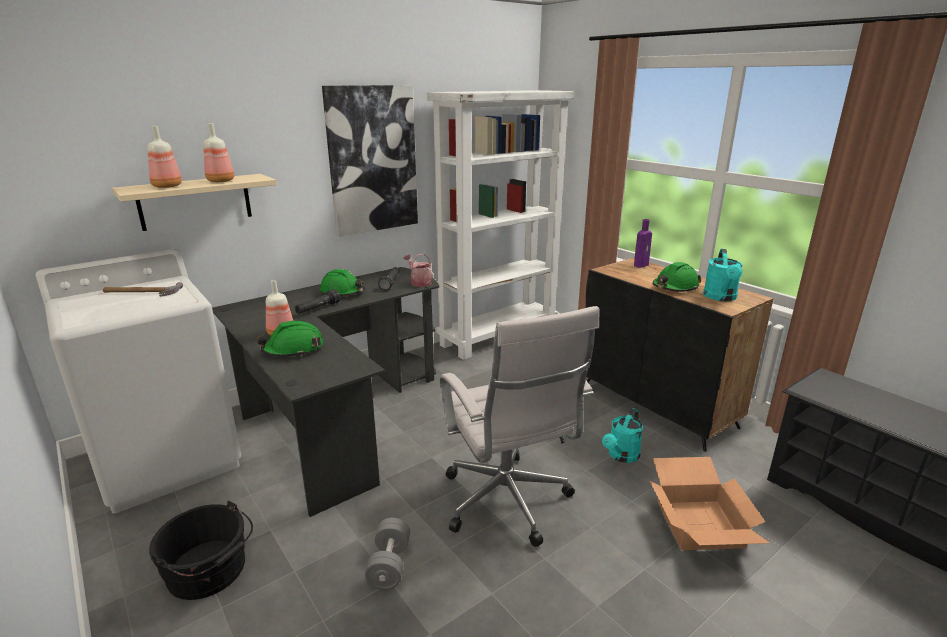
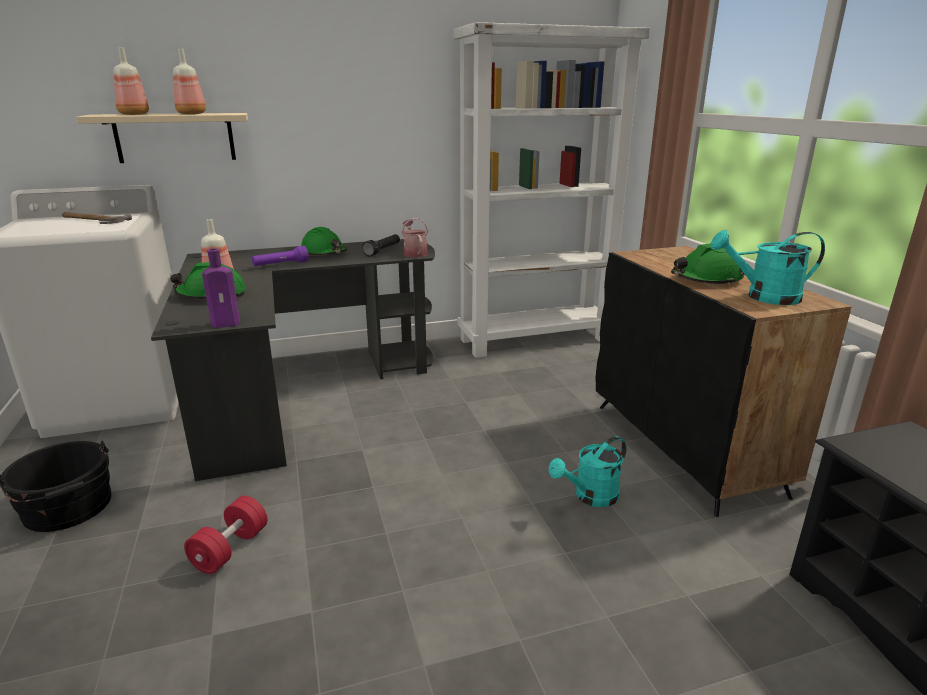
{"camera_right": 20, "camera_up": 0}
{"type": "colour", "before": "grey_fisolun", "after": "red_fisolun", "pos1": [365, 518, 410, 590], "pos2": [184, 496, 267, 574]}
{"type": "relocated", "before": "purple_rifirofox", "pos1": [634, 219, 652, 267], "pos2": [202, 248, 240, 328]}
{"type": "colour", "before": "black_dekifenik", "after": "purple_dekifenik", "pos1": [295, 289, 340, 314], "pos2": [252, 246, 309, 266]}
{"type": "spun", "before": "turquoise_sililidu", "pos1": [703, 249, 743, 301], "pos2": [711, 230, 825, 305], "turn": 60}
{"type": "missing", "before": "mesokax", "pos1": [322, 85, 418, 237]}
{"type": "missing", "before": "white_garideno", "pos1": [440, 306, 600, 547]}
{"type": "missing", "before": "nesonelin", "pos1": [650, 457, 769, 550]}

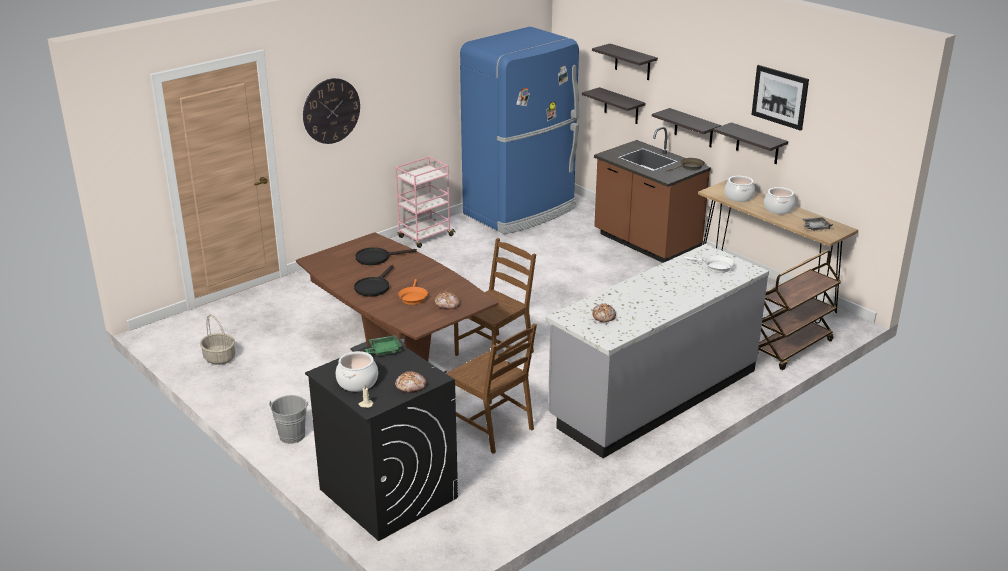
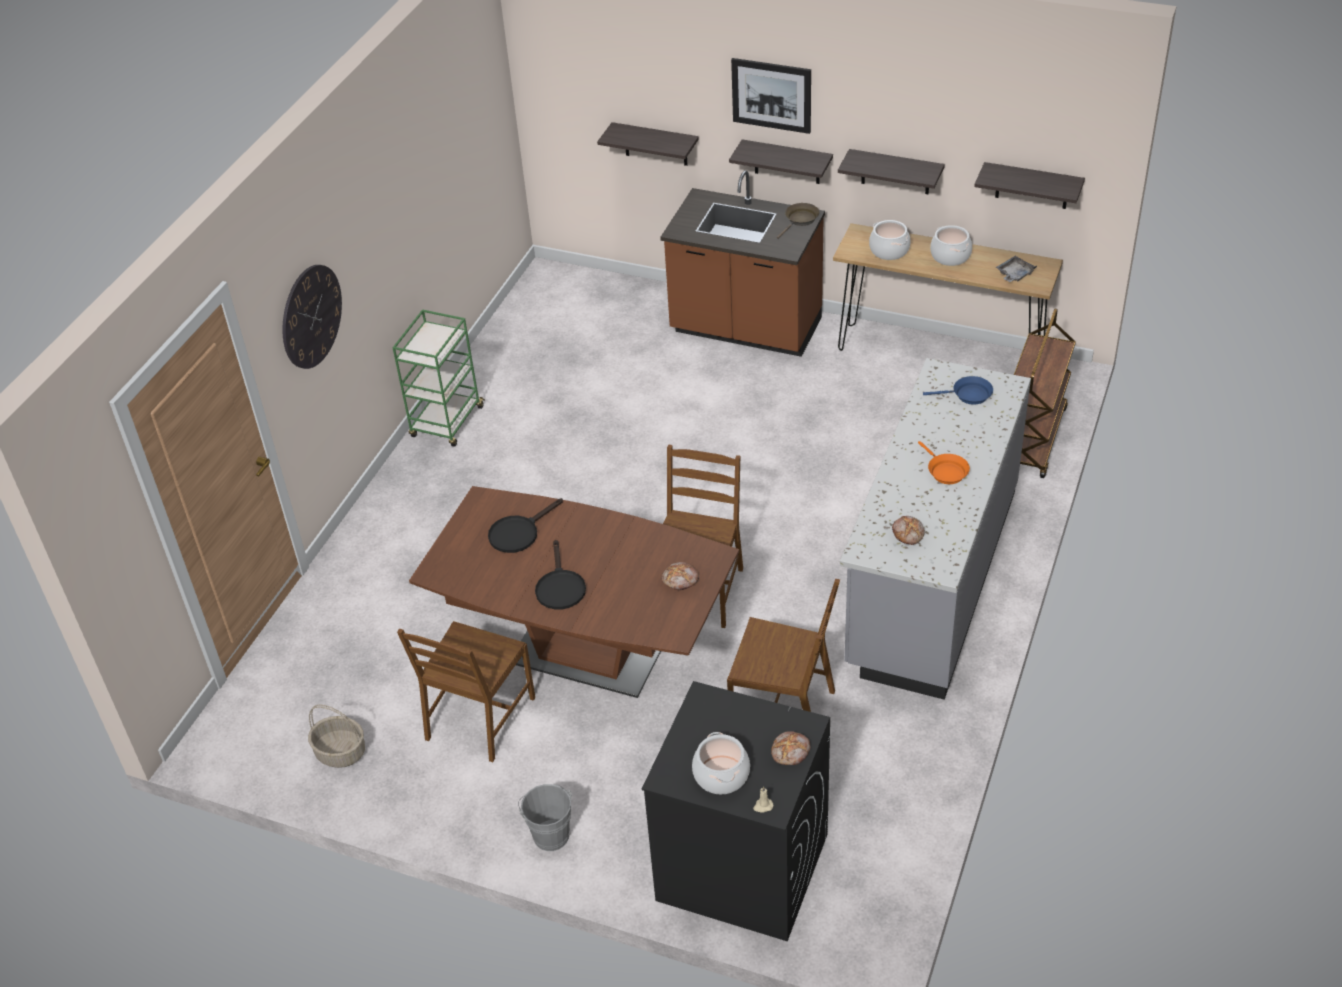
{"camera_right": -25, "camera_up": 15}
{"type": "colour", "before": "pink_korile", "after": "green_korile", "pos1": [395, 156, 455, 248], "pos2": [393, 309, 485, 447]}
{"type": "appeared", "after": "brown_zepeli", "pos2": [397, 621, 535, 762]}
{"type": "relocated", "before": "mesokax", "pos1": [751, 65, 809, 131], "pos2": [731, 58, 811, 134]}
{"type": "relocated", "before": "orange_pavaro", "pos1": [398, 279, 428, 305], "pos2": [918, 441, 970, 484]}
{"type": "colour", "before": "white_pavaro", "after": "blue_pavaro", "pos1": [684, 256, 734, 273], "pos2": [923, 376, 993, 405]}
{"type": "relocated", "before": "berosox", "pos1": [592, 44, 658, 80], "pos2": [974, 162, 1085, 209]}
{"type": "missing", "before": "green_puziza", "pos1": [365, 335, 403, 356]}
{"type": "missing", "before": "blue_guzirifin", "pos1": [460, 27, 579, 234]}

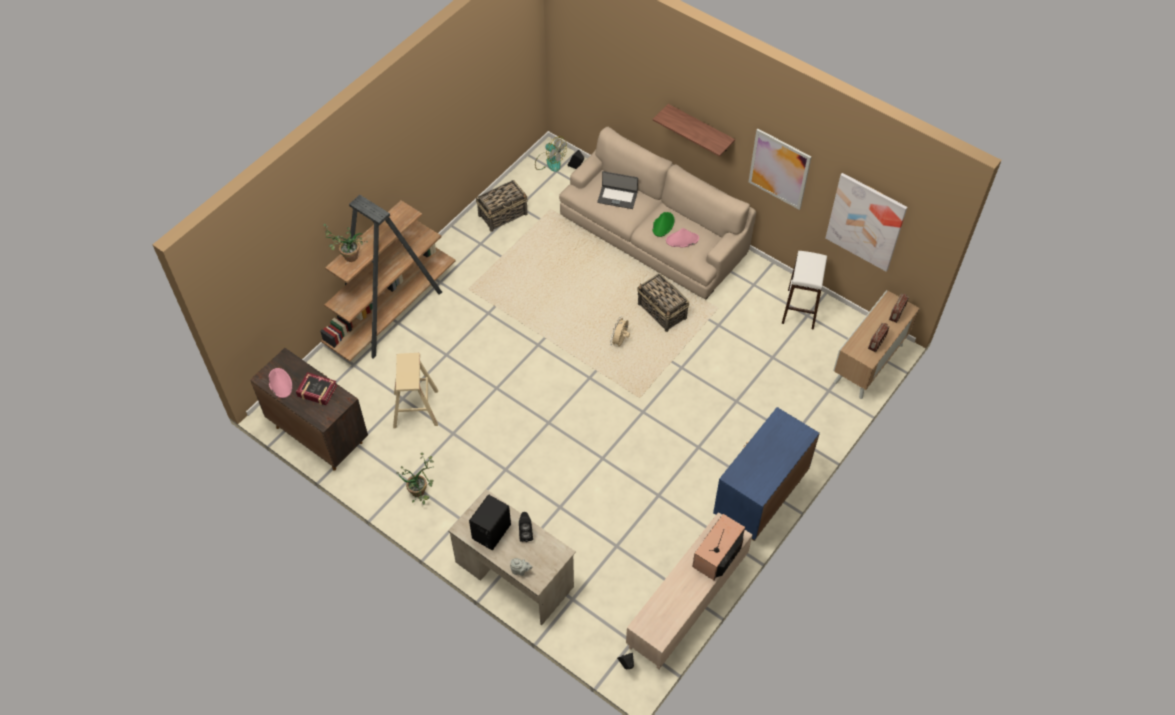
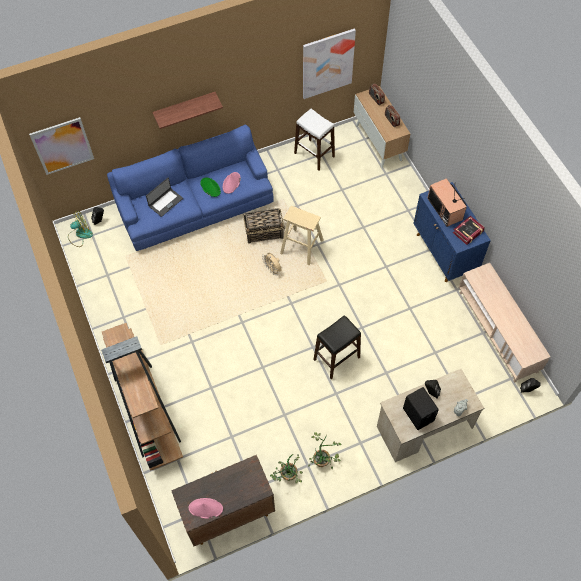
{"camera_right": -60, "camera_up": 5}
{"type": "relocated", "before": "mesokax", "pos1": [749, 129, 811, 210], "pos2": [29, 117, 94, 175]}
{"type": "colour", "before": "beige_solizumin", "after": "blue_solizumin", "pos1": [559, 127, 756, 300], "pos2": [107, 125, 274, 251]}
{"type": "relocated", "before": "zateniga", "pos1": [323, 224, 368, 262], "pos2": [270, 454, 303, 483]}
{"type": "relocated", "before": "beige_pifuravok", "pos1": [393, 353, 438, 428], "pos2": [280, 206, 323, 266]}
{"type": "appeared", "after": "black_pifuravok", "pos2": [313, 315, 361, 379]}
{"type": "relocated", "before": "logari", "pos1": [692, 514, 745, 580], "pos2": [428, 178, 467, 227]}
{"type": "relocated", "before": "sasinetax", "pos1": [296, 372, 337, 406], "pos2": [453, 216, 485, 245]}
{"type": "missing", "before": "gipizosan", "pos1": [476, 180, 528, 232]}

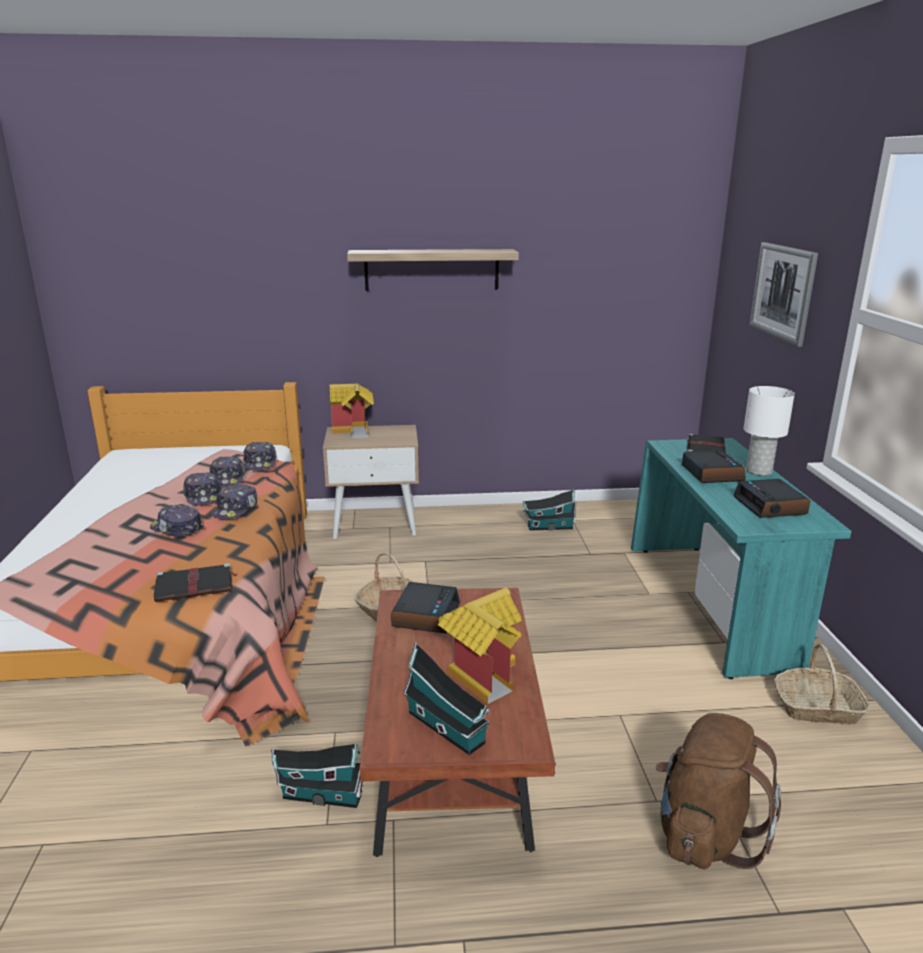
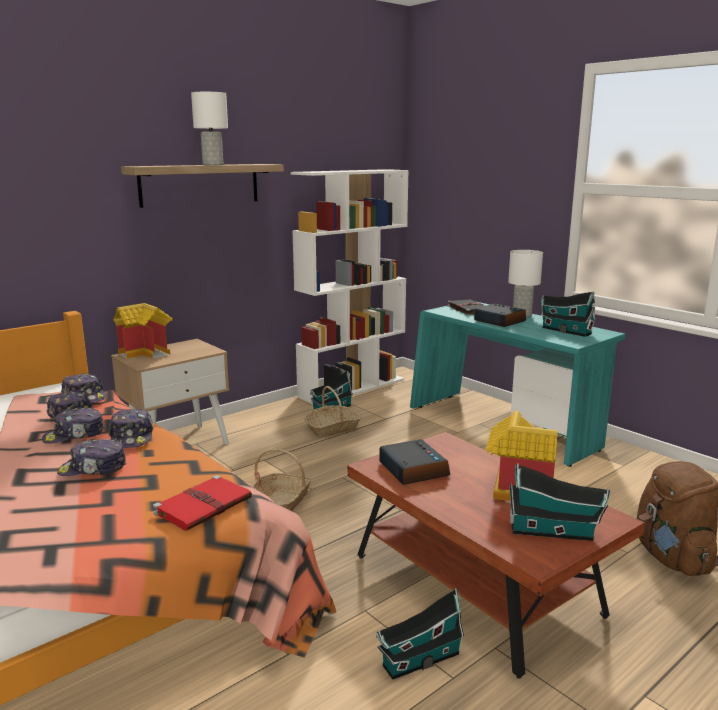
{"camera_right": -35, "camera_up": -5}
{"type": "spun", "before": "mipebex", "pos1": [183, 472, 222, 506], "pos2": [42, 408, 105, 444], "turn": 120}
{"type": "colour", "before": "black_sasinetax", "after": "red_sasinetax", "pos1": [154, 563, 238, 602], "pos2": [153, 475, 252, 531]}
{"type": "appeared", "after": "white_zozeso", "pos2": [191, 92, 228, 165]}
{"type": "appeared", "after": "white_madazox", "pos2": [291, 169, 409, 404]}
{"type": "relocated", "before": "gipizosan", "pos1": [773, 644, 870, 725], "pos2": [304, 386, 361, 437]}
{"type": "exchanged", "before": "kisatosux", "after": "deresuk", "pos1": [734, 479, 810, 518], "pos2": [541, 291, 596, 337]}
{"type": "missing", "before": "mesokax", "pos1": [750, 242, 818, 347]}

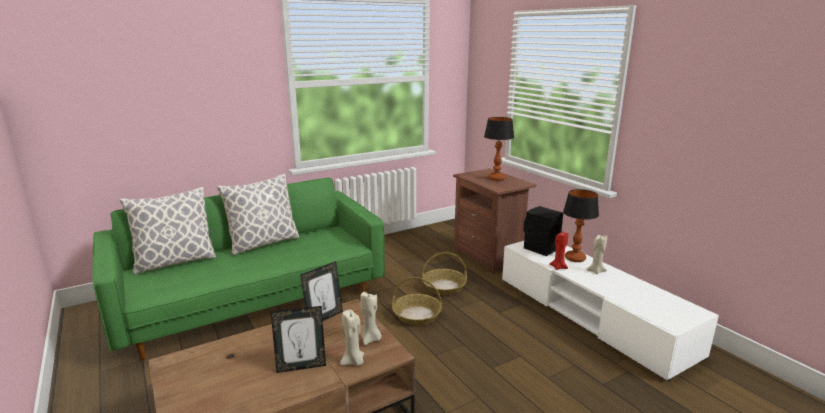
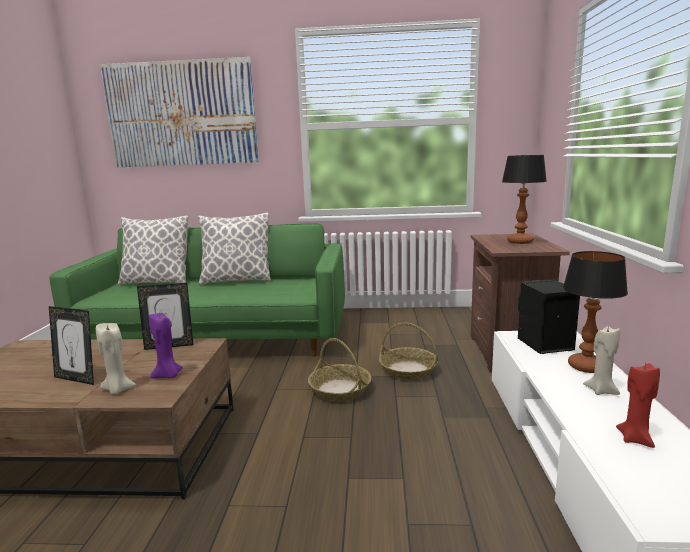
{"camera_right": 35, "camera_up": -5}
{"type": "appeared", "after": "mesokax", "pos2": [100, 57, 259, 167]}
{"type": "colour", "before": "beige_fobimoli", "after": "purple_fobimoli", "pos1": [360, 292, 382, 345], "pos2": [149, 313, 183, 378]}
{"type": "relocated", "before": "red_fobimoli", "pos1": [549, 231, 568, 270], "pos2": [616, 362, 660, 448]}

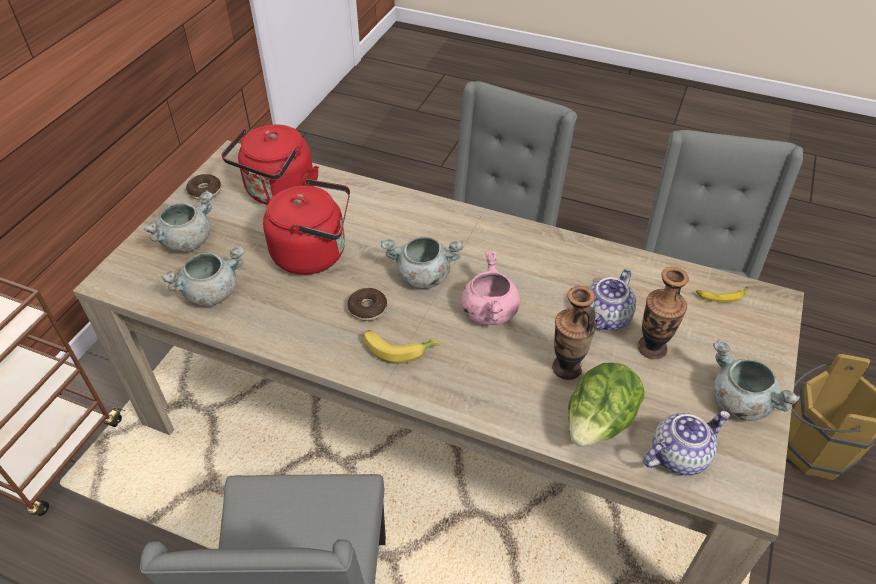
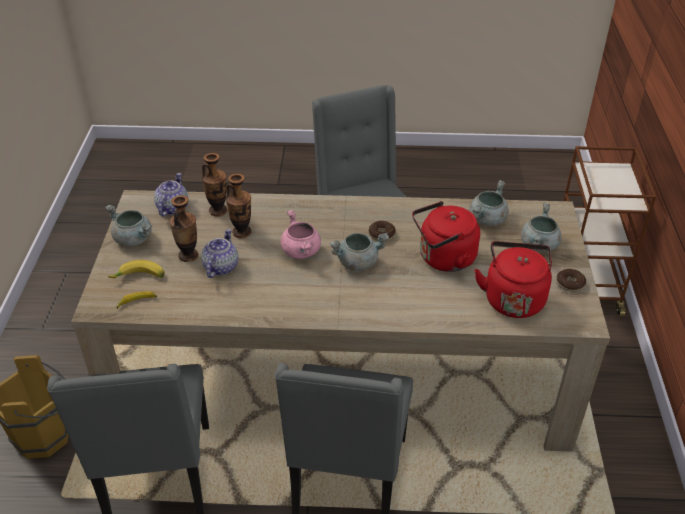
{"camera_right": 160, "camera_up": -5}
{"type": "relocated", "before": "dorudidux", "pos1": [363, 330, 441, 364], "pos2": [108, 260, 165, 278]}
{"type": "spun", "before": "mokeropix", "pos1": [643, 411, 730, 475], "pos2": [154, 173, 188, 216], "turn": 150}
{"type": "exchanged", "before": "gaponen", "after": "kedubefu", "pos1": [568, 363, 645, 447], "pos2": [202, 153, 227, 217]}

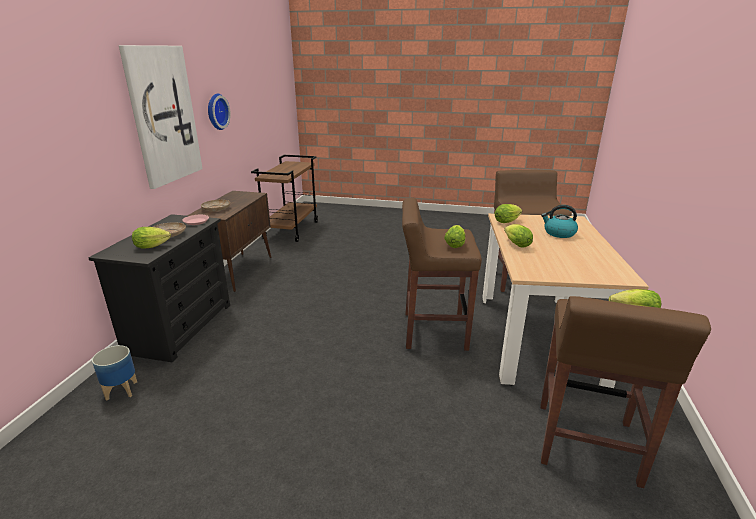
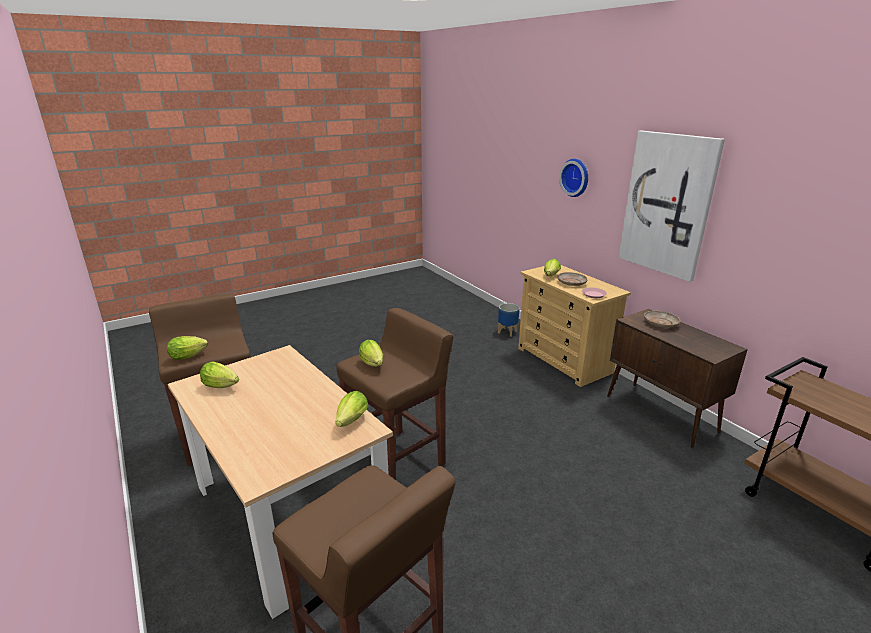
{"camera_right": 135, "camera_up": 0}
{"type": "relocated", "before": "gaponen", "pos1": [504, 224, 533, 247], "pos2": [200, 362, 239, 388]}
{"type": "colour", "before": "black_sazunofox", "after": "beige_sazunofox", "pos1": [89, 214, 230, 362], "pos2": [518, 265, 631, 387]}
{"type": "relocated", "before": "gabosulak", "pos1": [208, 93, 231, 130], "pos2": [559, 159, 588, 197]}
{"type": "missing", "before": "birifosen", "pos1": [541, 205, 578, 238]}

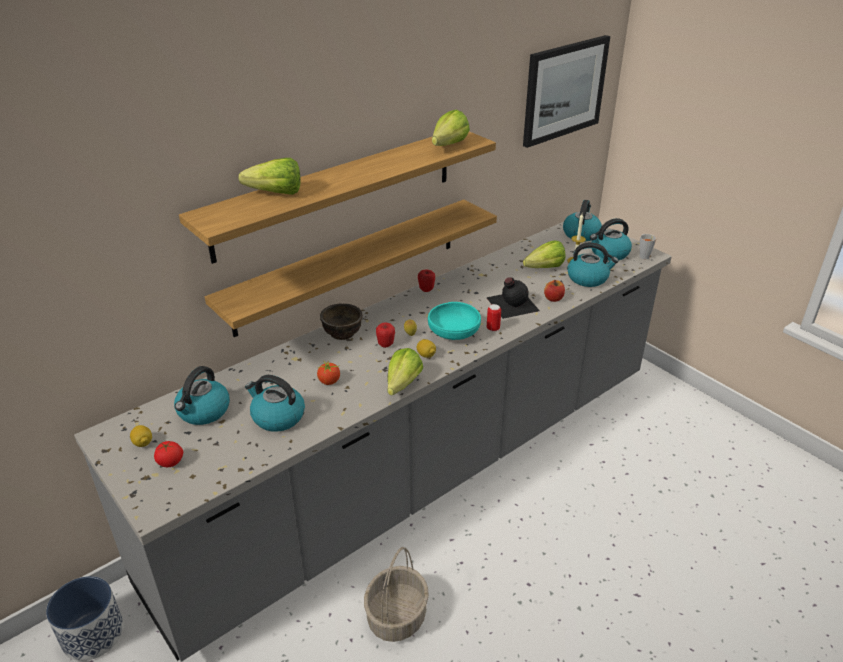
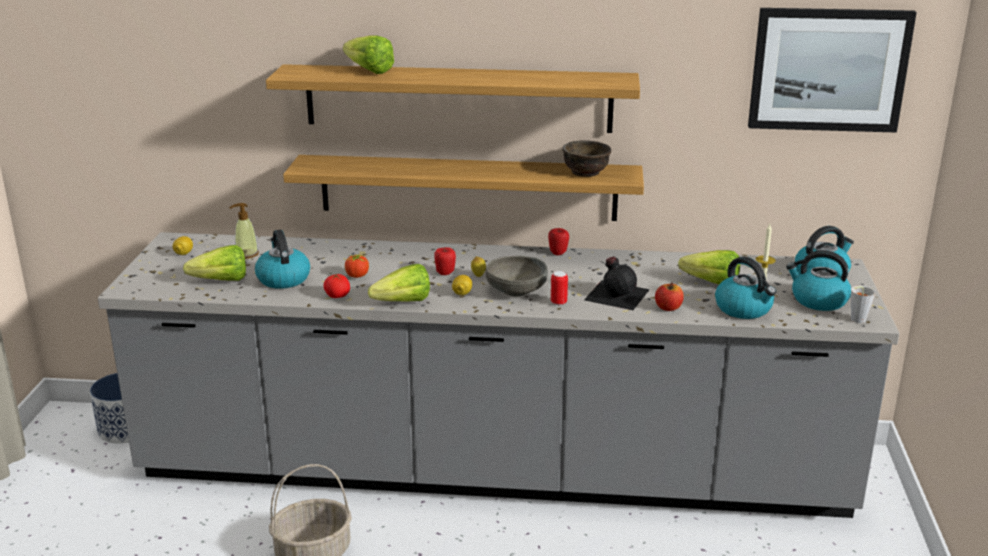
{"camera_right": 45, "camera_up": -10}
{"type": "relocated", "before": "gaponen", "pos1": [432, 110, 470, 146], "pos2": [183, 245, 246, 281]}
{"type": "exchanged", "before": "birifosen", "after": "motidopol", "pos1": [174, 366, 230, 425], "pos2": [229, 203, 259, 259]}
{"type": "relocated", "before": "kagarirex", "pos1": [154, 441, 183, 467], "pos2": [323, 273, 350, 298]}
{"type": "colour", "before": "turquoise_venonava", "after": "grey_venonava", "pos1": [428, 302, 481, 340], "pos2": [486, 256, 548, 296]}
{"type": "relocated", "before": "brown_venonava", "pos1": [320, 304, 363, 340], "pos2": [563, 141, 611, 177]}

